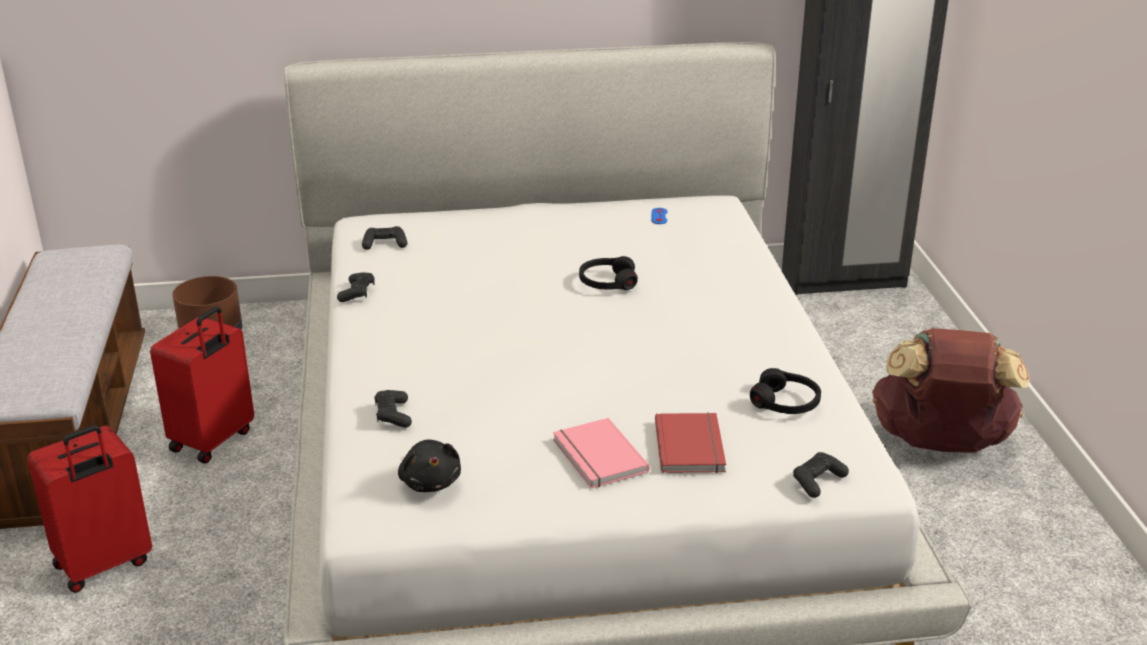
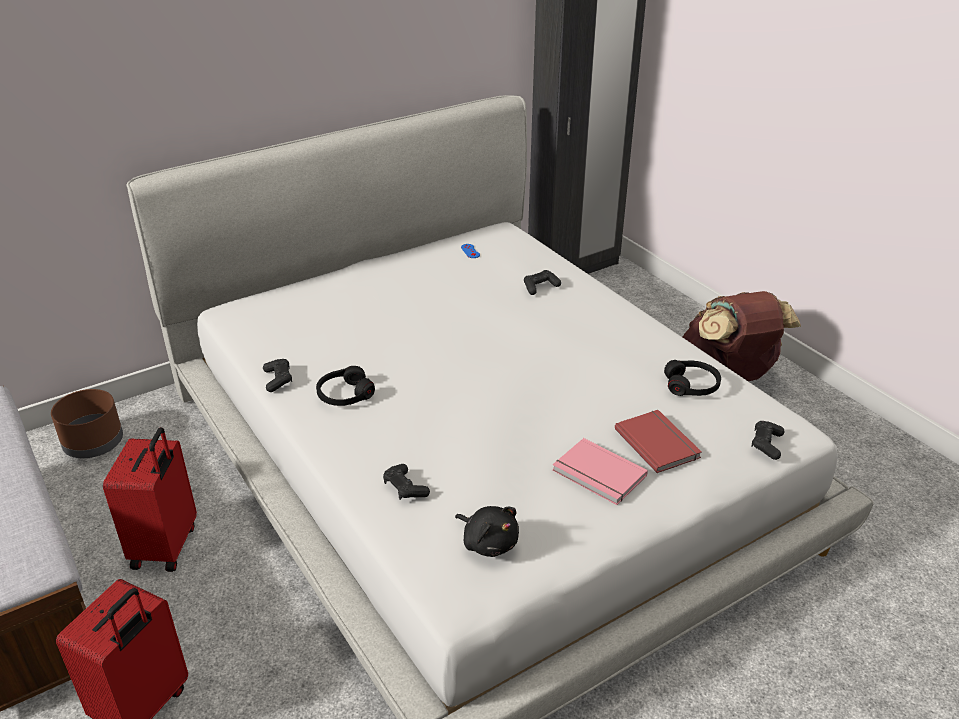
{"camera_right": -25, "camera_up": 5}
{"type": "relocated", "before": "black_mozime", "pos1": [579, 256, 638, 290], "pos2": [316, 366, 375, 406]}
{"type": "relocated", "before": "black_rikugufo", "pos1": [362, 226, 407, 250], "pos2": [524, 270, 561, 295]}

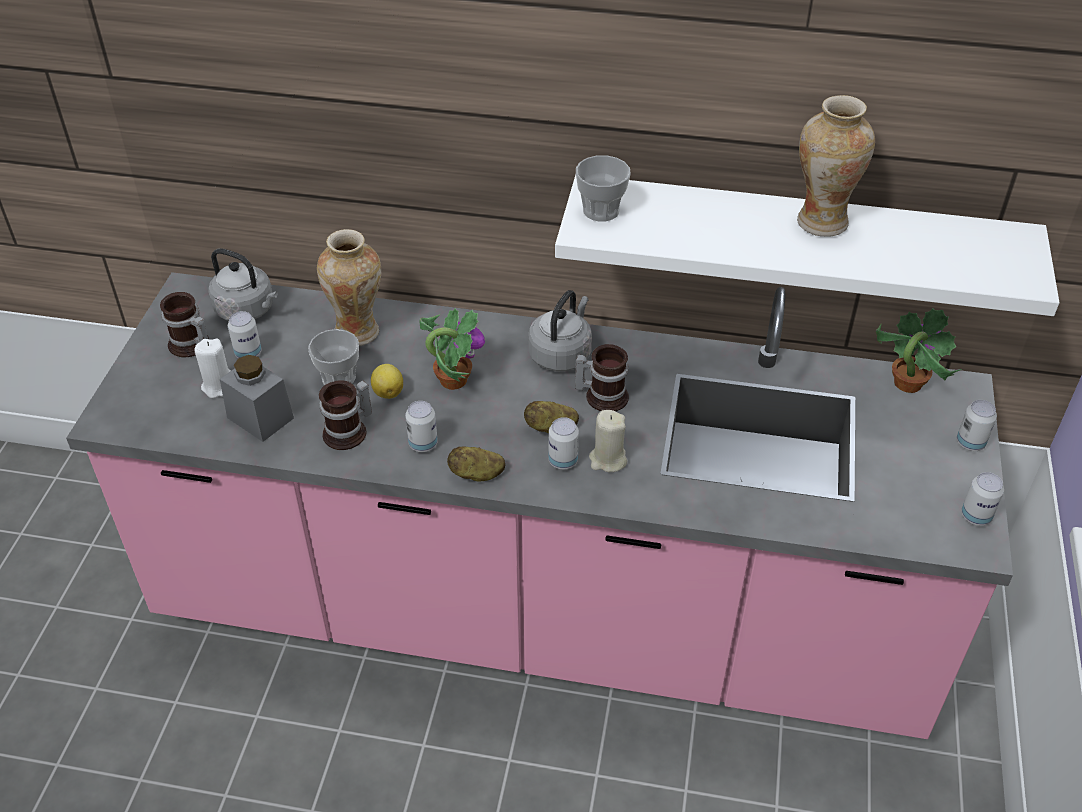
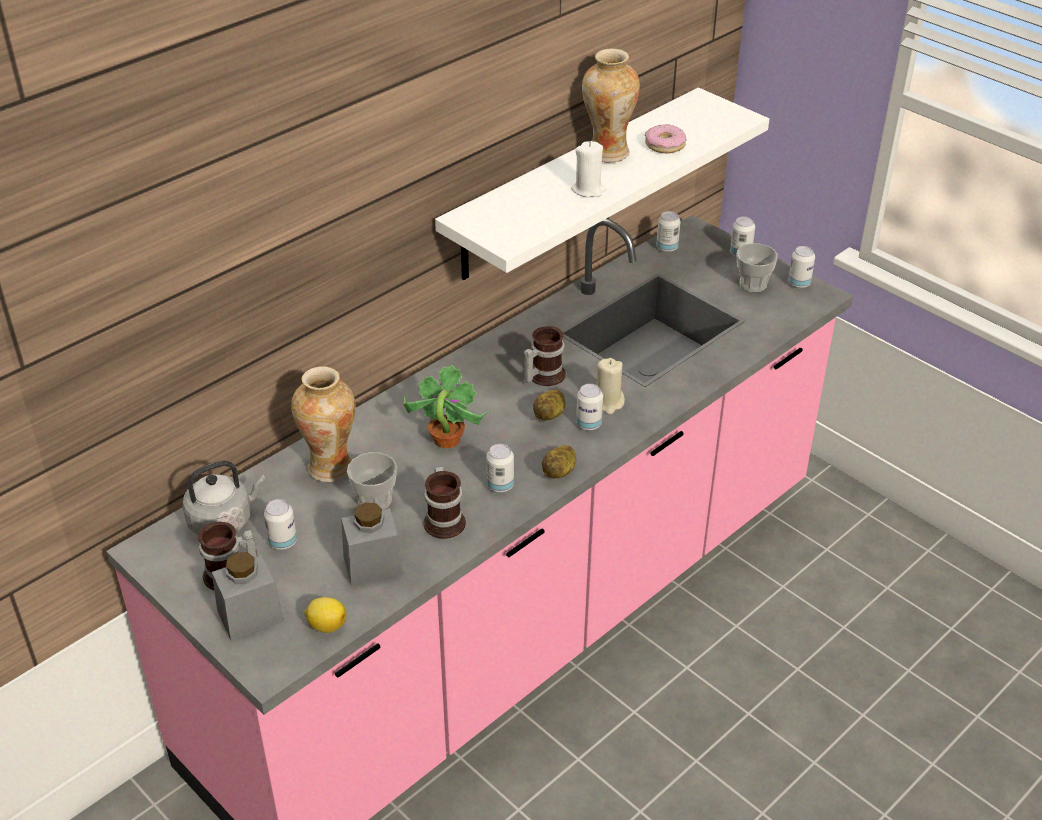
{"camera_right": -55, "camera_up": -5}
{"type": "appeared", "after": "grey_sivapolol", "pos2": [212, 552, 284, 641]}
{"type": "relocated", "before": "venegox", "pos1": [371, 364, 403, 399], "pos2": [304, 597, 347, 633]}
{"type": "relocated", "before": "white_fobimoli", "pos1": [195, 338, 231, 398], "pos2": [571, 141, 607, 197]}
{"type": "appeared", "after": "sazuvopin", "pos2": [645, 124, 686, 153]}
{"type": "exchanged", "before": "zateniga", "after": "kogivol", "pos1": [876, 308, 962, 393], "pos2": [656, 211, 681, 252]}
{"type": "relocated", "before": "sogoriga", "pos1": [576, 155, 631, 222], "pos2": [737, 243, 778, 292]}
{"type": "missing", "before": "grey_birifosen", "pos1": [529, 290, 592, 371]}

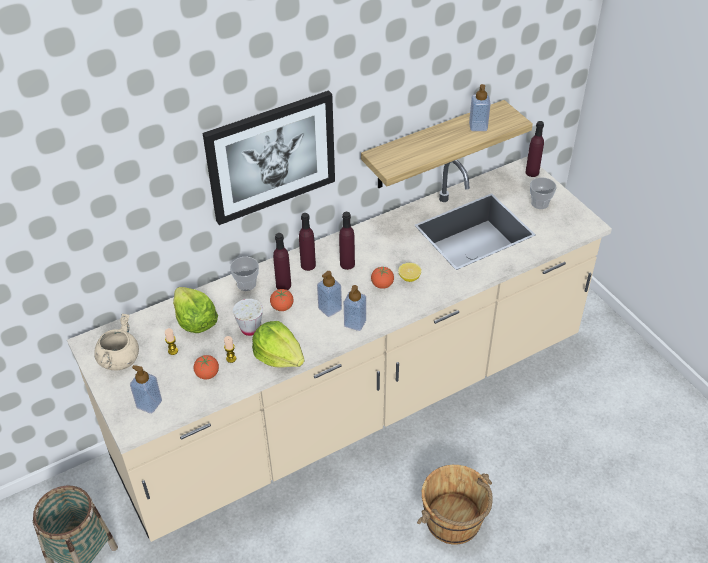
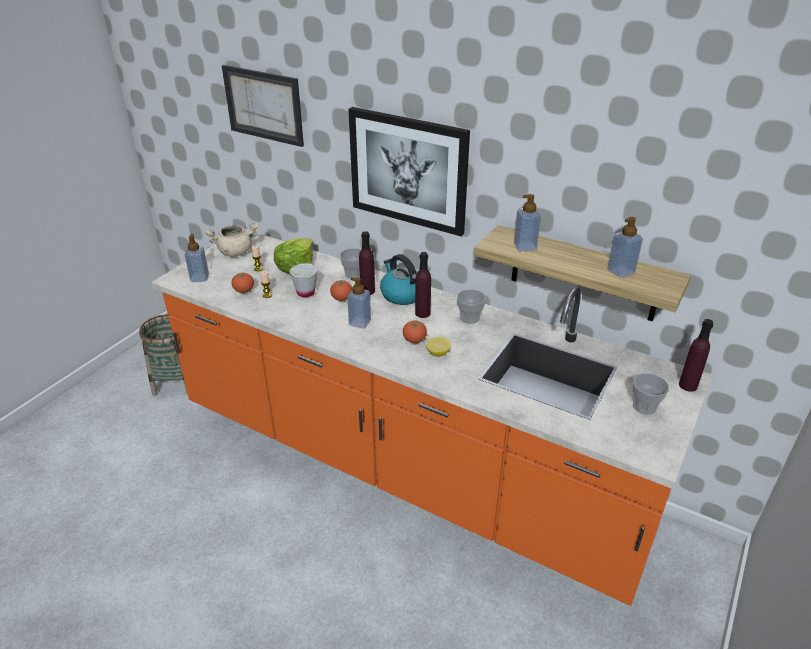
{"camera_right": 60, "camera_up": -10}
{"type": "colour", "before": "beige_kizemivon", "after": "orange_kizemivon", "pos1": [67, 156, 612, 542], "pos2": [151, 229, 712, 606]}
{"type": "appeared", "after": "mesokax", "pos2": [222, 65, 304, 147]}
{"type": "exchanged", "before": "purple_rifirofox", "after": "birifosen", "pos1": [299, 213, 316, 271], "pos2": [380, 254, 418, 305]}
{"type": "appeared", "after": "sogoriga", "pos2": [457, 289, 486, 324]}
{"type": "relocated", "before": "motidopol", "pos1": [344, 285, 366, 331], "pos2": [514, 194, 541, 251]}
{"type": "missing", "before": "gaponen", "pos1": [252, 321, 305, 368]}
{"type": "missing", "before": "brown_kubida", "pos1": [417, 465, 493, 545]}

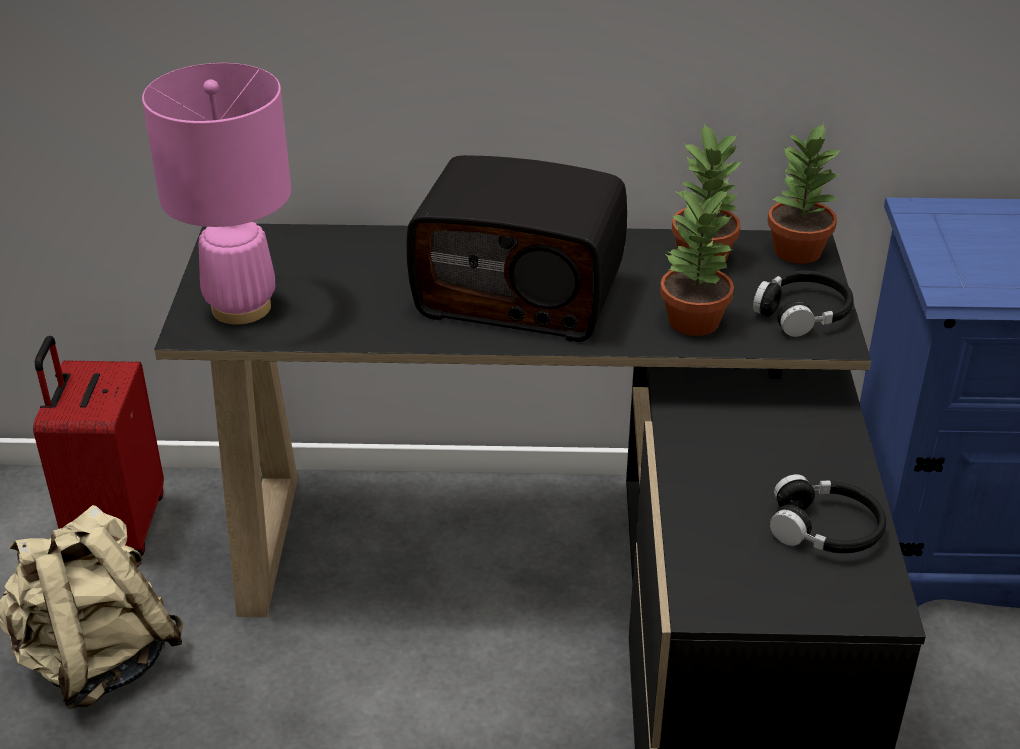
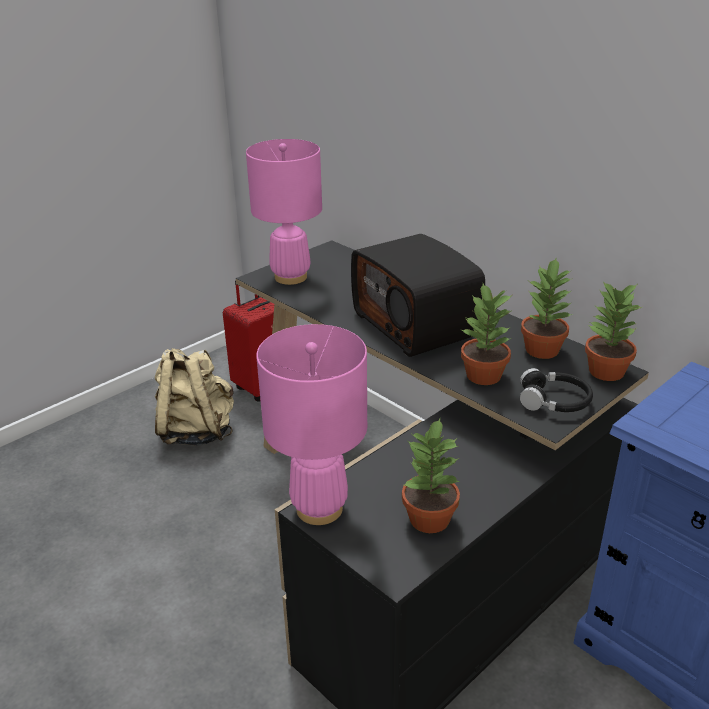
{"camera_right": 45, "camera_up": -5}
{"type": "appeared", "after": "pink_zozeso", "pos2": [256, 324, 367, 525]}
{"type": "exchanged", "before": "black_mozime", "after": "zateniga", "pos1": [770, 474, 886, 553], "pos2": [402, 418, 460, 533]}

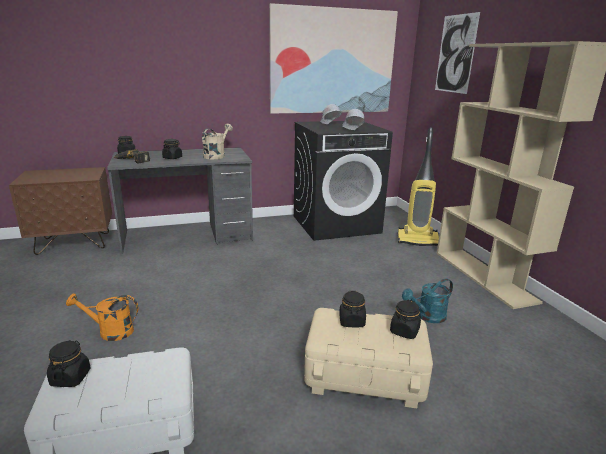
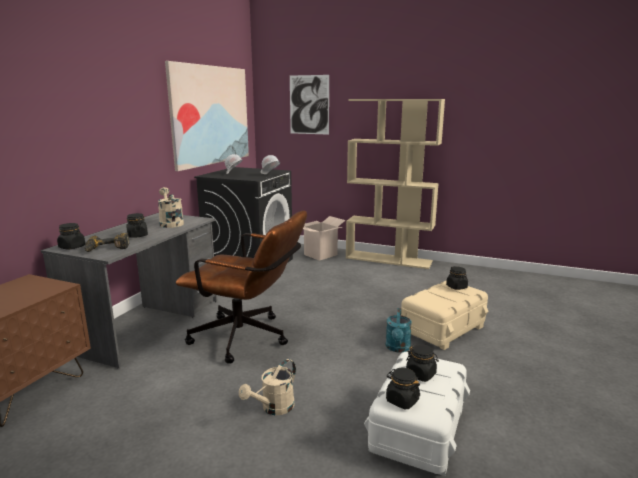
{"camera_right": -50, "camera_up": -5}
{"type": "appeared", "after": "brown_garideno", "pos2": [176, 210, 307, 364]}
{"type": "colour", "before": "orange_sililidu", "after": "beige_sililidu", "pos1": [66, 293, 138, 341], "pos2": [239, 359, 296, 415]}
{"type": "exchanged", "before": "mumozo", "after": "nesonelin", "pos1": [398, 128, 439, 246], "pos2": [303, 216, 346, 261]}
{"type": "relocated", "before": "turquoise_sililidu", "pos1": [402, 278, 453, 323], "pos2": [385, 308, 412, 353]}
{"type": "relocated", "before": "black_sivapolol", "pos1": [339, 291, 366, 327], "pos2": [406, 344, 439, 382]}

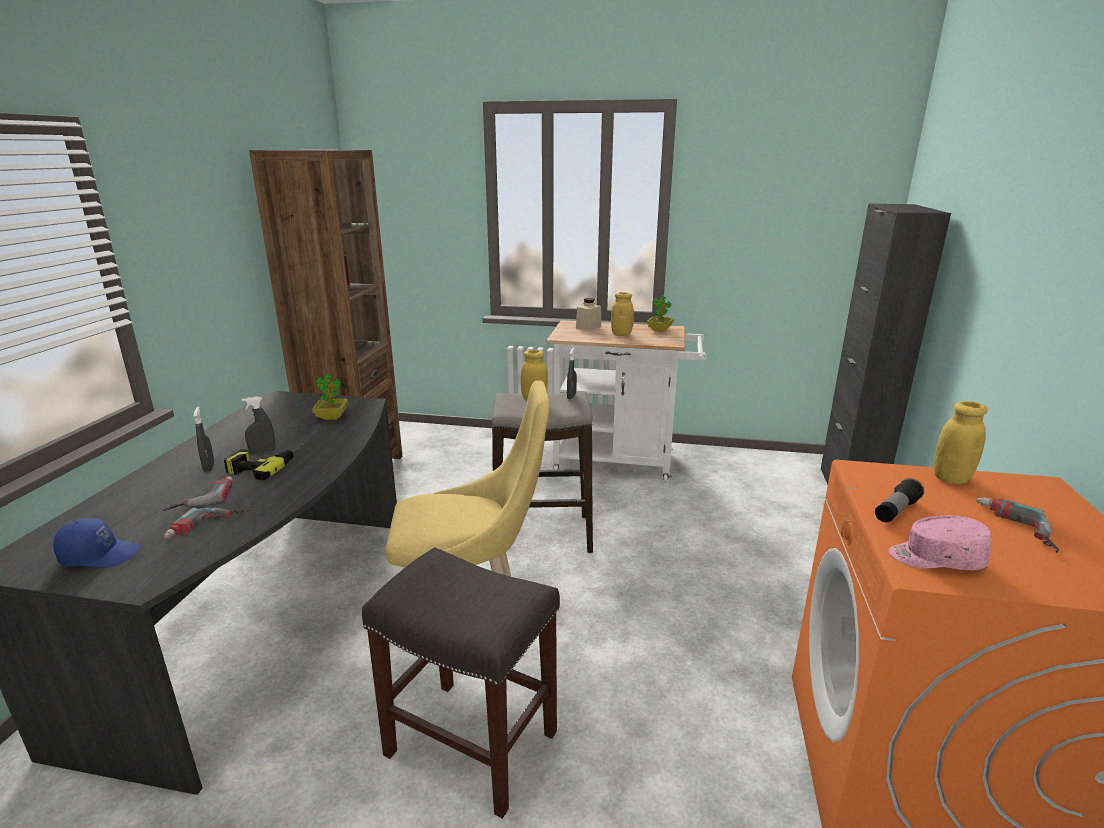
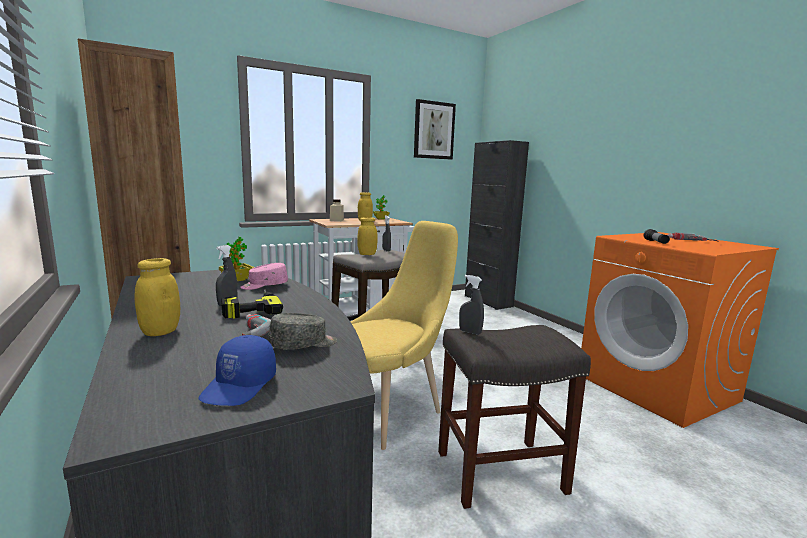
{"camera_right": -40, "camera_up": -10}
{"type": "relocated", "before": "yellow_sivapolol", "pos1": [934, 401, 988, 484], "pos2": [135, 258, 180, 336]}
{"type": "spun", "before": "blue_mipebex", "pos1": [53, 518, 140, 568], "pos2": [198, 335, 276, 406], "turn": 150}
{"type": "relocated", "before": "pink_mipebex", "pos1": [889, 515, 991, 570], "pos2": [240, 263, 288, 290]}
{"type": "exchanged", "before": "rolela", "after": "grey_mipebex", "pos1": [164, 508, 251, 539], "pos2": [268, 313, 337, 350]}
{"type": "appeared", "after": "mesokax", "pos2": [414, 99, 456, 159]}
{"type": "relocated", "before": "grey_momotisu", "pos1": [193, 406, 215, 472], "pos2": [459, 275, 484, 335]}

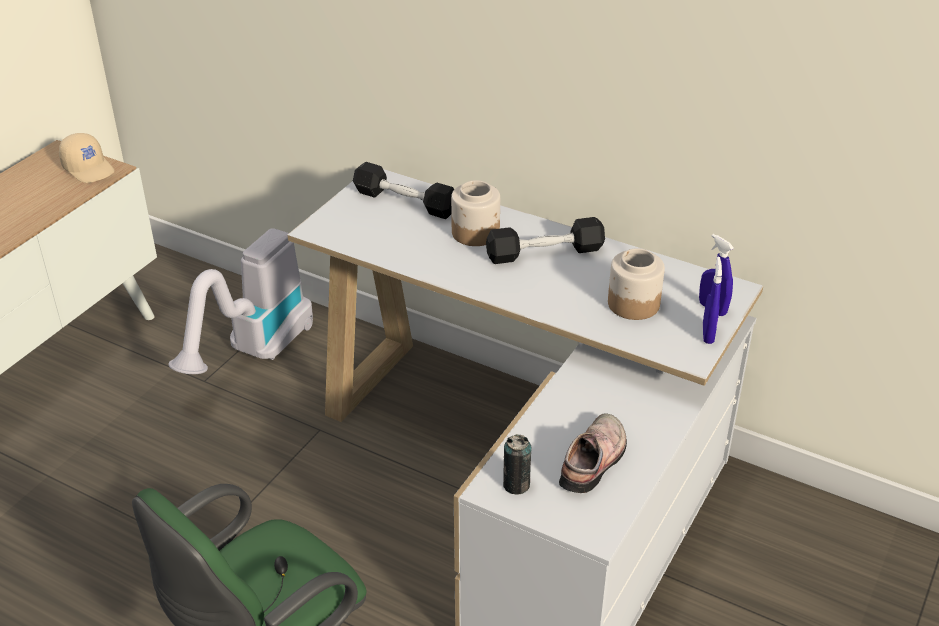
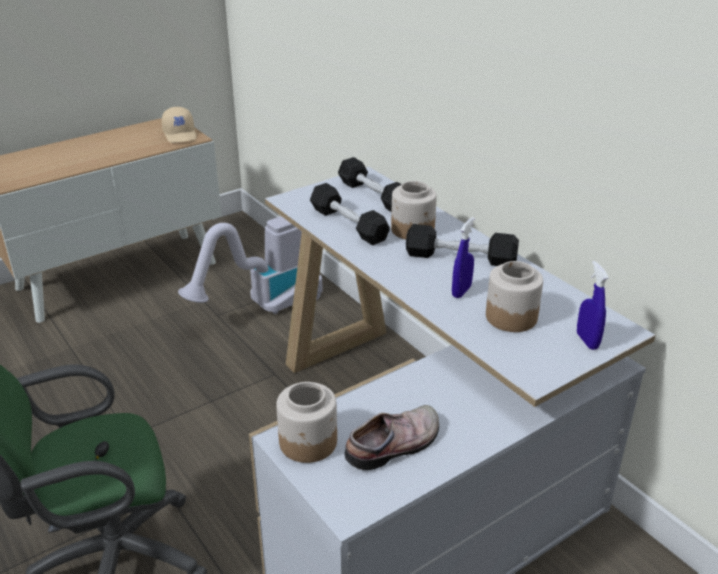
{"camera_right": 25, "camera_up": -5}
{"type": "exchanged", "before": "kogivol", "after": "sivapolol", "pos1": [503, 434, 531, 495], "pos2": [276, 382, 337, 463]}
{"type": "appeared", "after": "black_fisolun", "pos2": [310, 183, 390, 245]}
{"type": "relocated", "before": "blue_momotisu", "pos1": [703, 257, 722, 344], "pos2": [452, 217, 475, 298]}

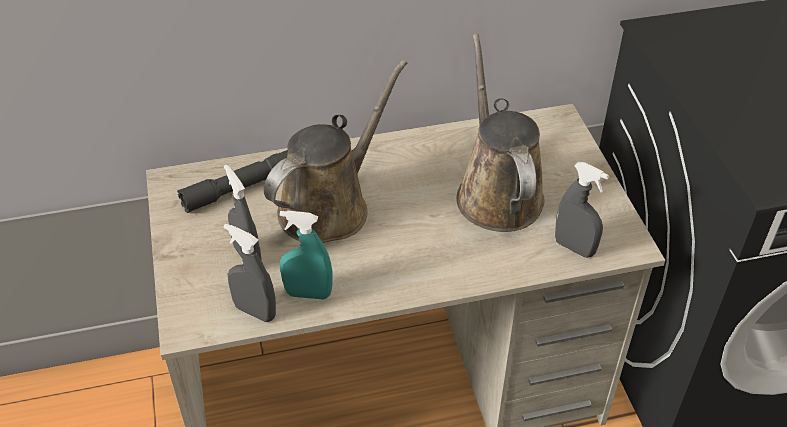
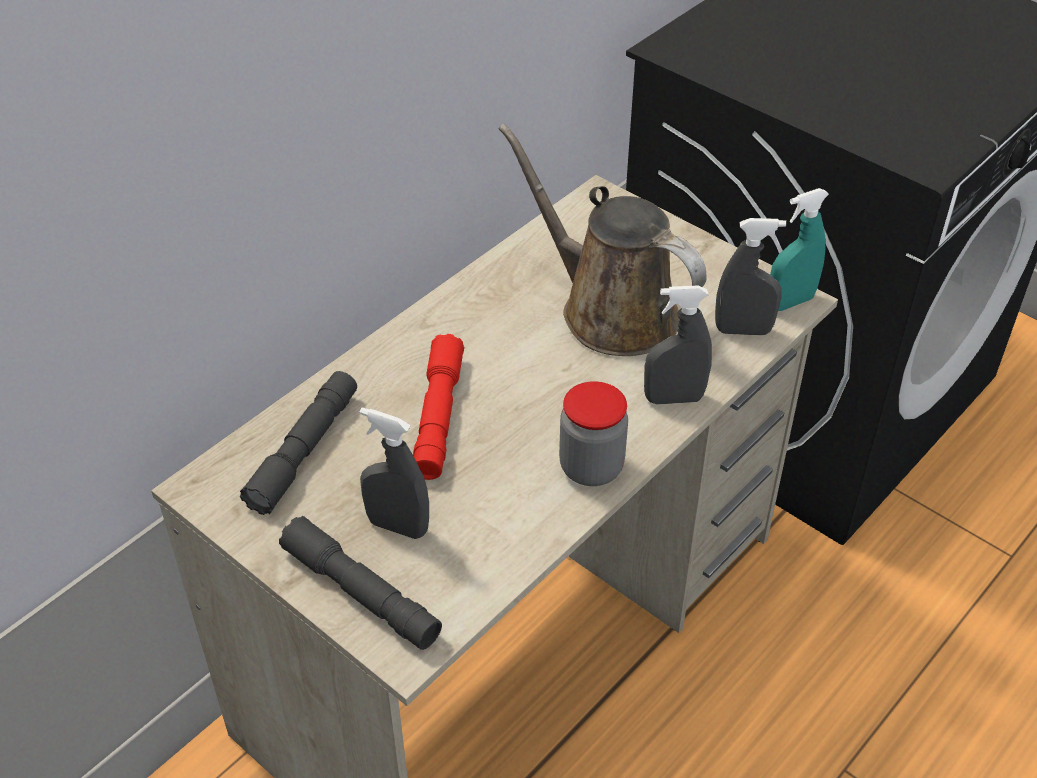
{"camera_right": -35, "camera_up": 0}
{"type": "appeared", "after": "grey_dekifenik", "pos2": [279, 516, 442, 650]}
{"type": "exchanged", "before": "brown_sililidu", "after": "red_dekifenik", "pos1": [264, 60, 407, 243], "pos2": [413, 334, 464, 480]}
{"type": "appeared", "after": "sivapolol", "pos2": [559, 381, 628, 486]}
{"type": "relocated", "before": "grey_momotisu", "pos1": [223, 223, 276, 322], "pos2": [644, 286, 712, 405]}
{"type": "relocated", "before": "turquoise_momotisu", "pos1": [280, 210, 333, 300], "pos2": [770, 188, 829, 311]}

